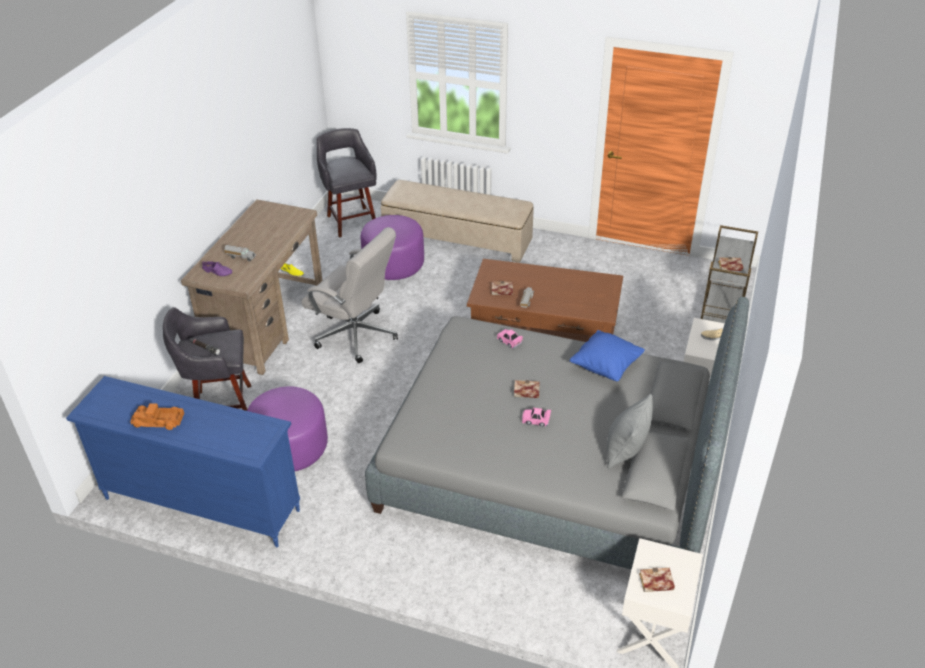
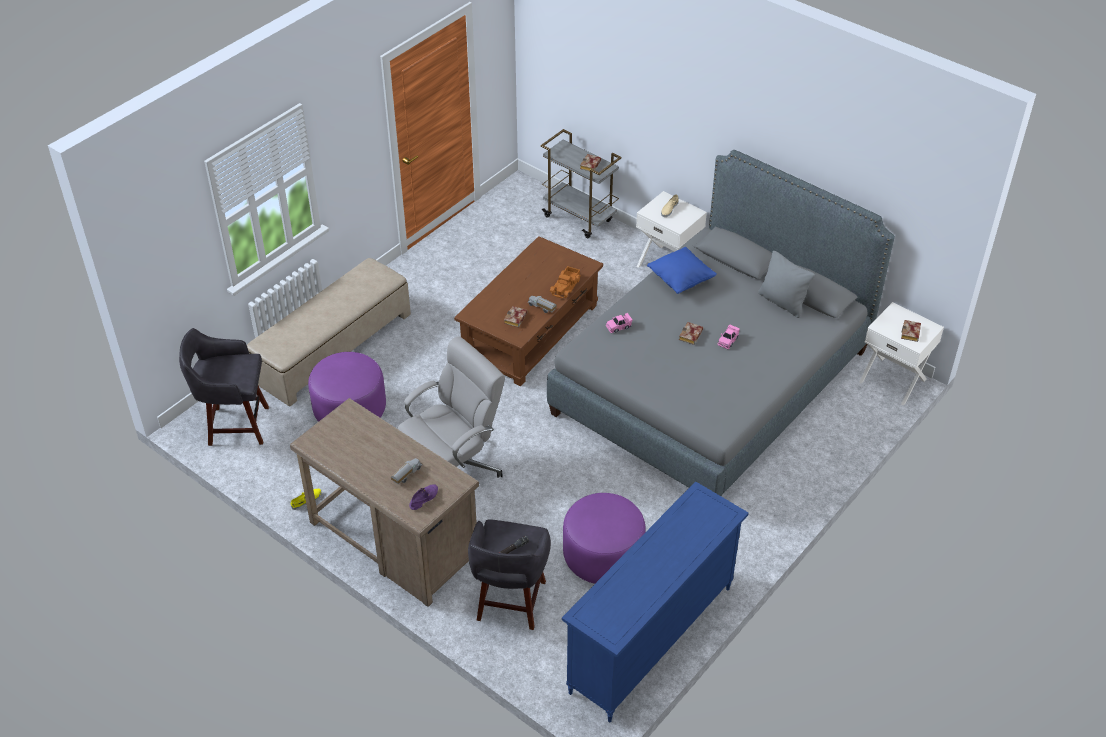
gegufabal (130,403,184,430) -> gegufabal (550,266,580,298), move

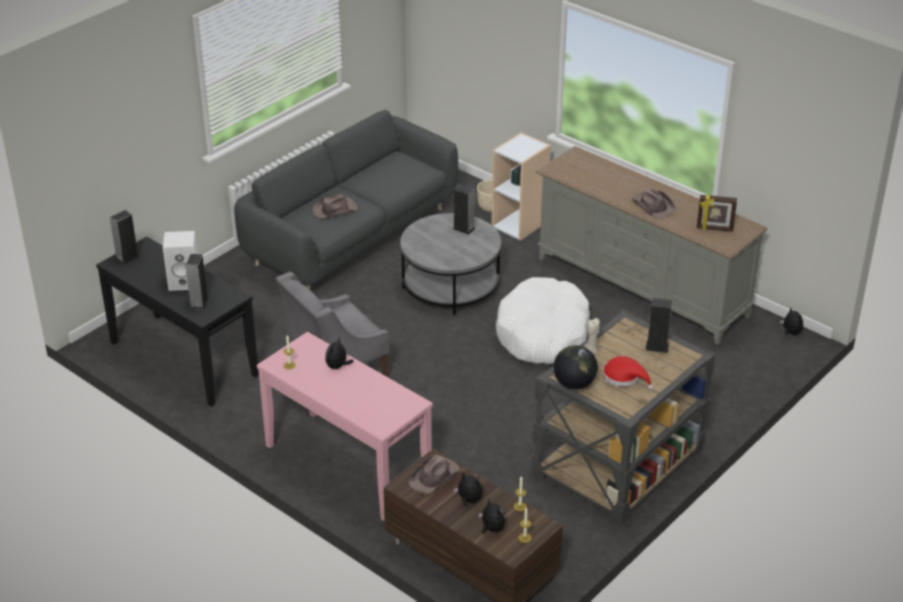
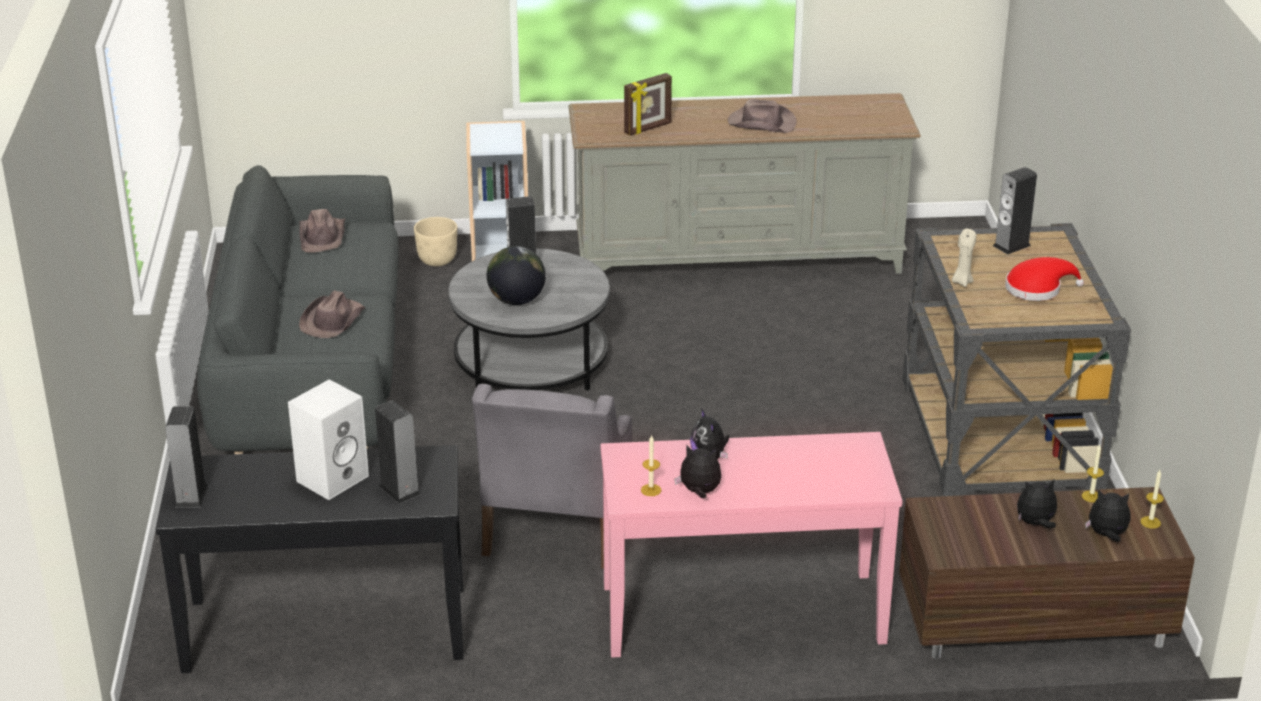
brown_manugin (408,455,461,494) -> brown_manugin (299,209,345,252), move
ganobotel (553,345,598,389) -> ganobotel (487,246,546,305), move
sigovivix (697,195,737,232) -> sigovivix (624,73,672,136), move
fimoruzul (780,308,803,335) -> fimoruzul (674,445,721,498), move
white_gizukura (496,277,590,364) -> none

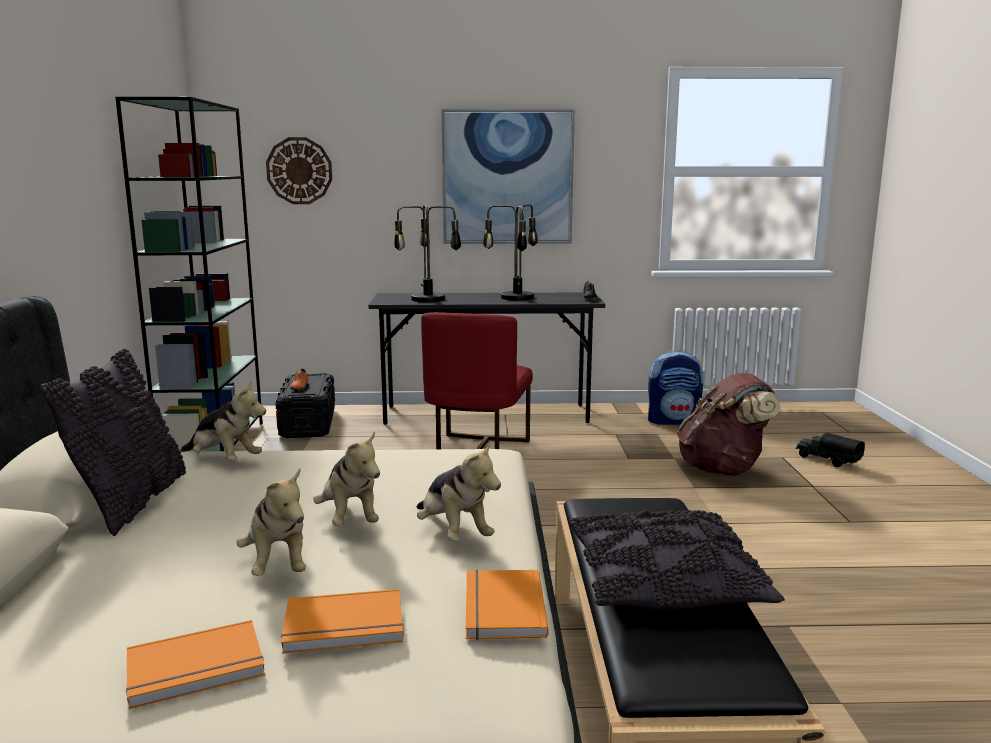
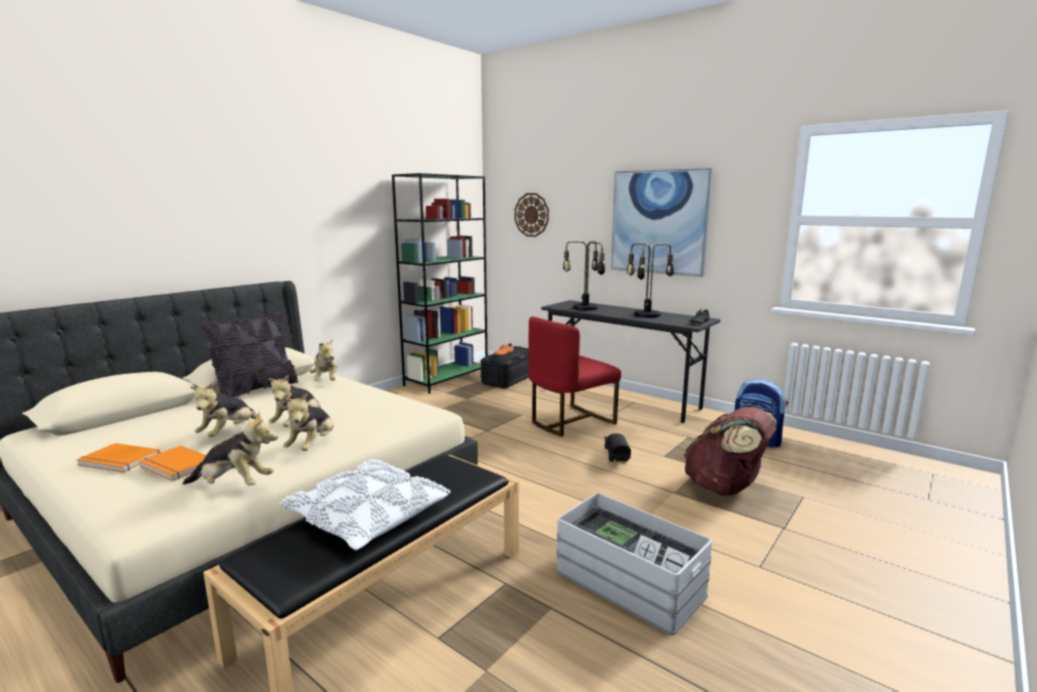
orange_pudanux (466,570,549,640) -> fimoruzul (182,412,278,486)
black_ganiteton (569,510,785,610) -> white_ganiteton (280,459,450,550)
none -> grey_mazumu (556,493,712,635)
gegufabal (796,433,865,467) -> gegufabal (605,433,631,462), move

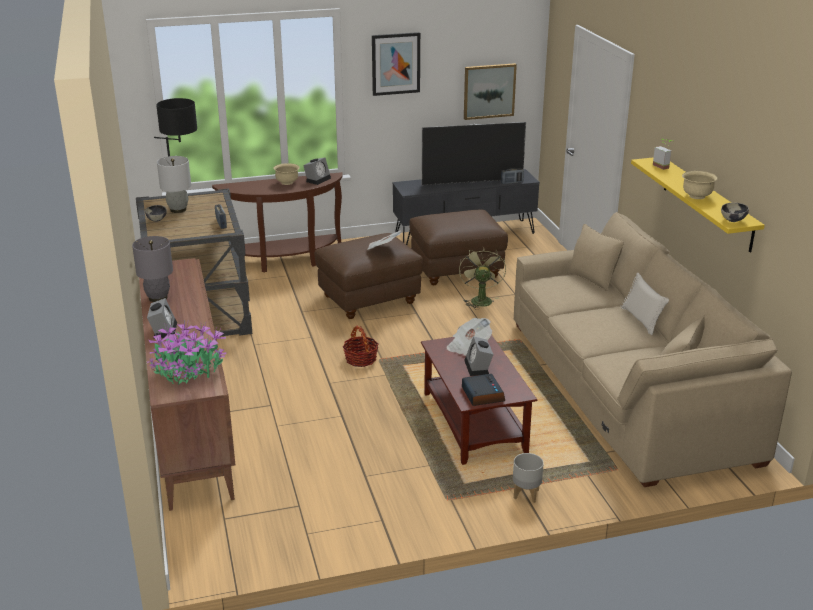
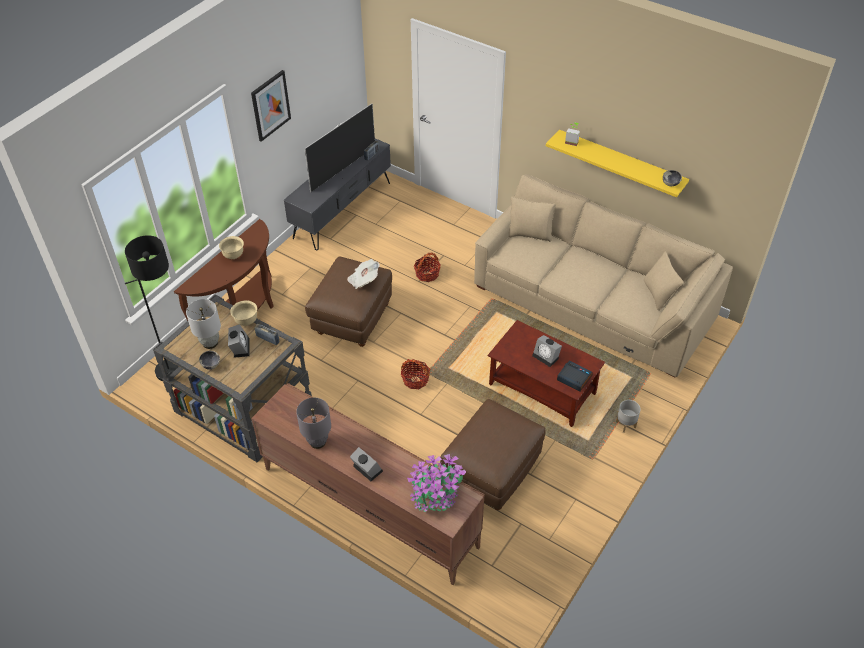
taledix (303,158,331,185) -> taledix (228,324,250,358), move
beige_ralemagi (682,171,718,199) -> beige_ralemagi (230,300,257,326), move
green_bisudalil (459,246,506,310) -> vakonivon (414,252,441,282)
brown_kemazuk (409,209,508,285) -> brown_kemazuk (440,399,546,510), move
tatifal (446,318,492,356) -> none
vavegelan (464,63,517,120) -> none
white_ganiteton (620,273,669,335) -> none

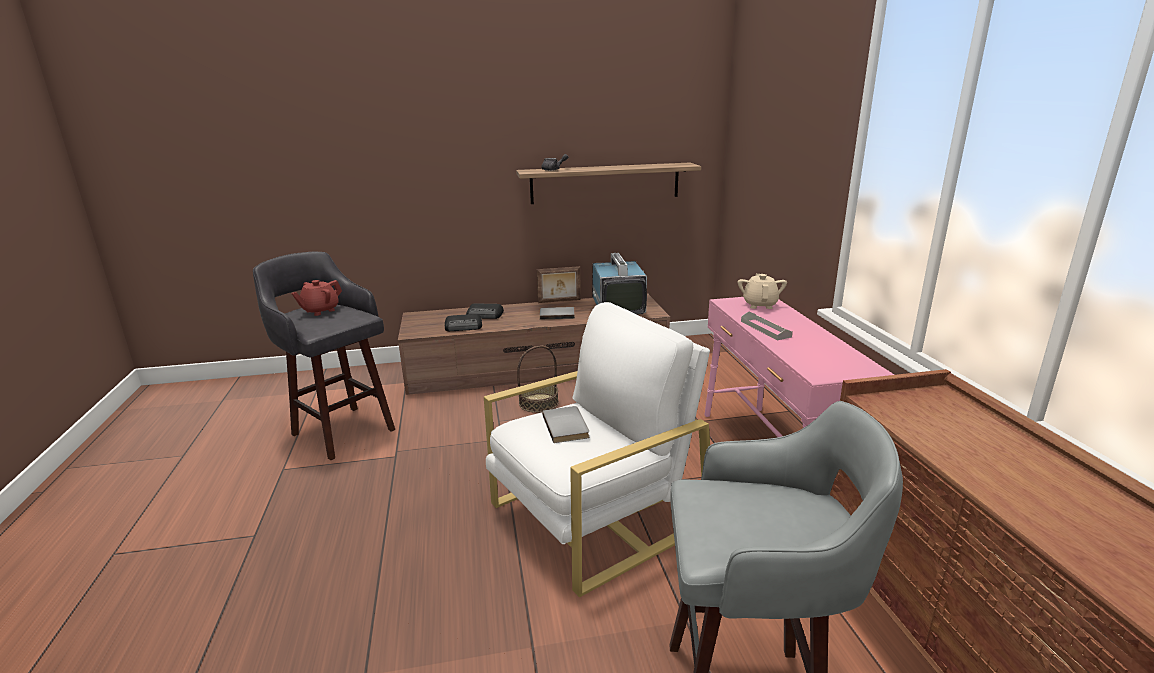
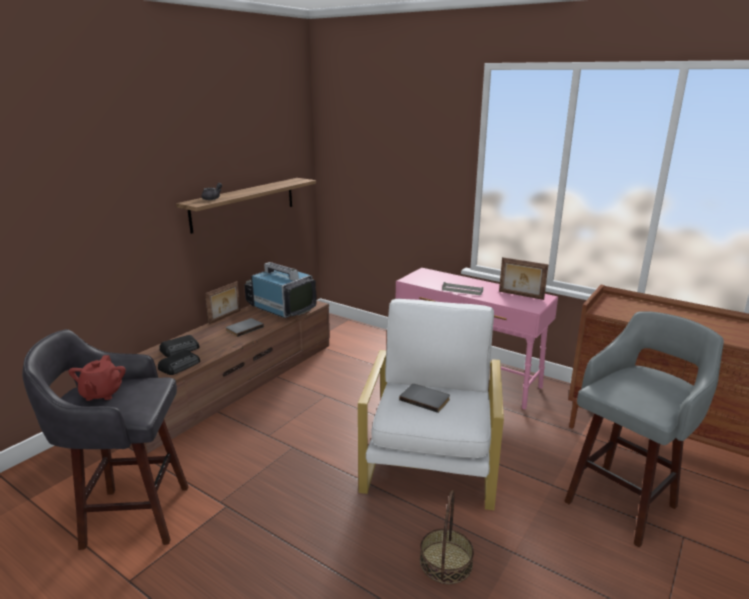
vakonivon (517,346,559,413) -> vakonivon (420,490,474,584), move
none -> sigovivix (499,257,549,300)
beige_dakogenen (738,273,787,309) -> none

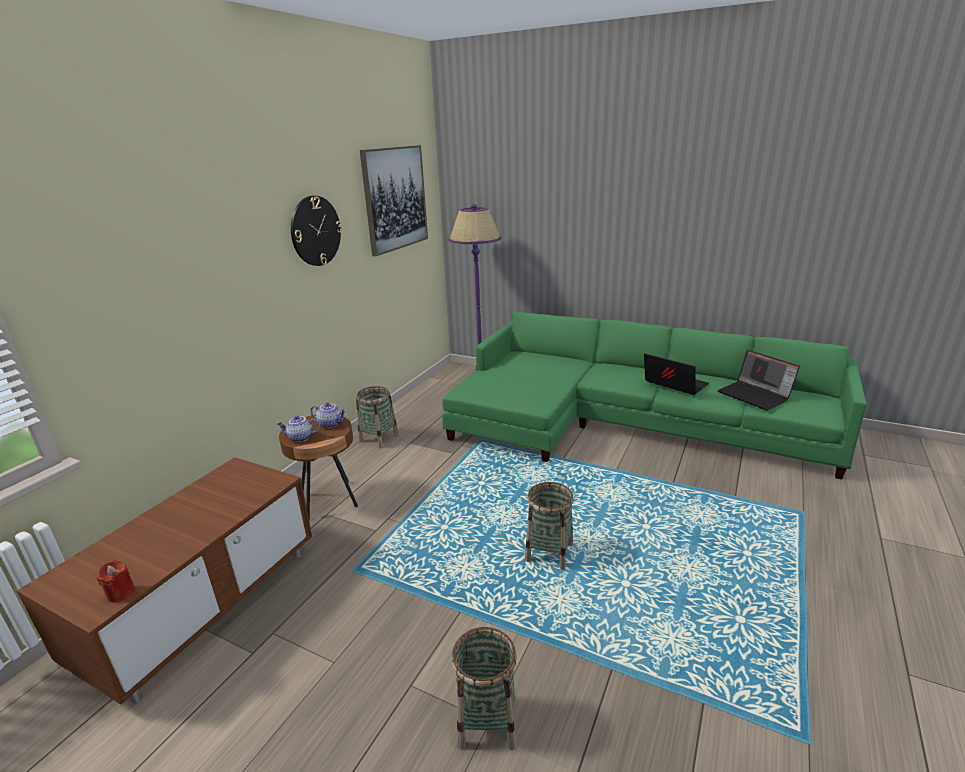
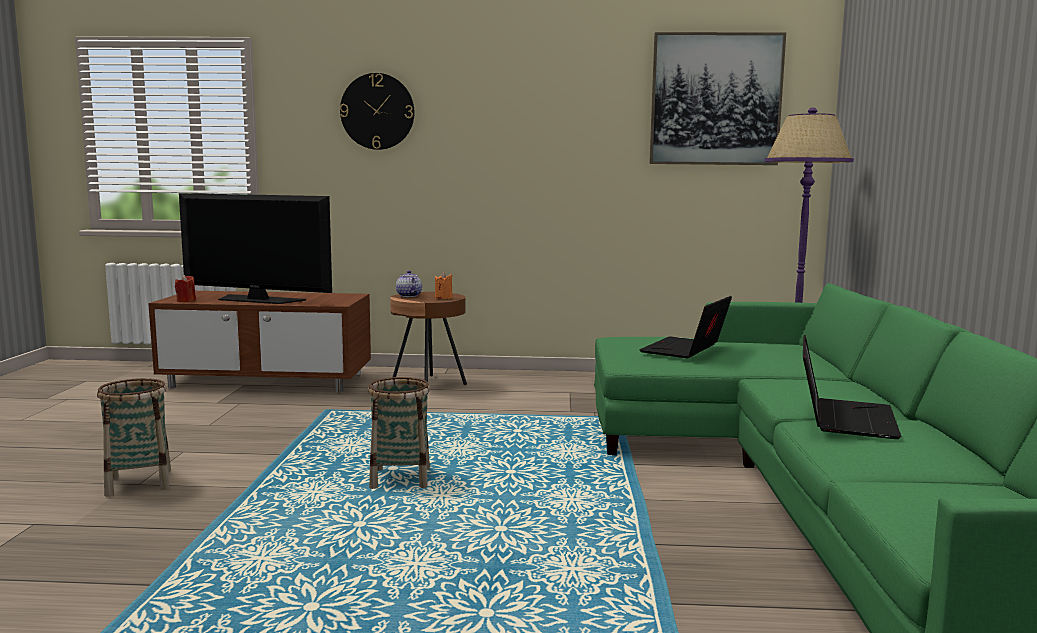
none -> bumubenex (179,193,332,304)
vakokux (291,196,342,266) -> vakokux (340,73,414,150), move
dakogenen (310,403,346,428) -> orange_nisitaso (435,272,452,299)
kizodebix (717,350,800,410) -> kizodebix (639,296,732,358), move
vakonivon (356,386,398,448) -> none

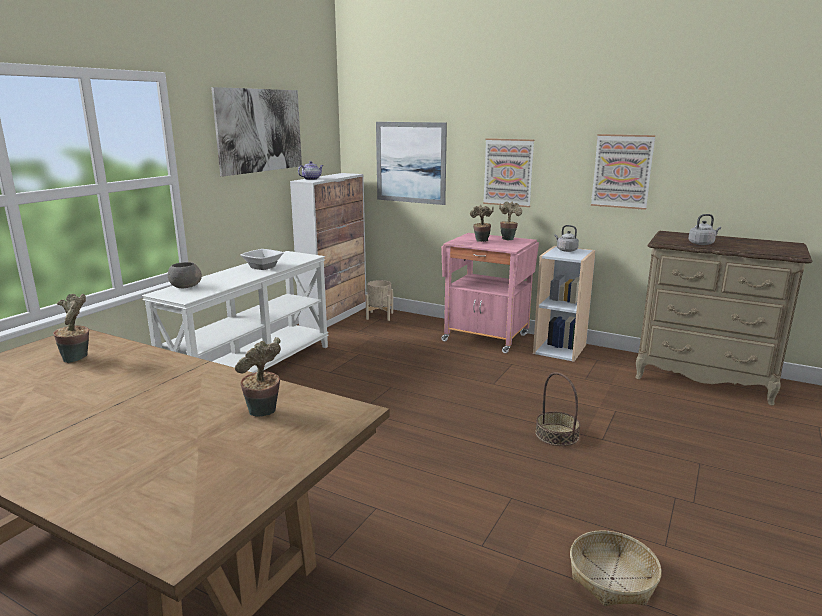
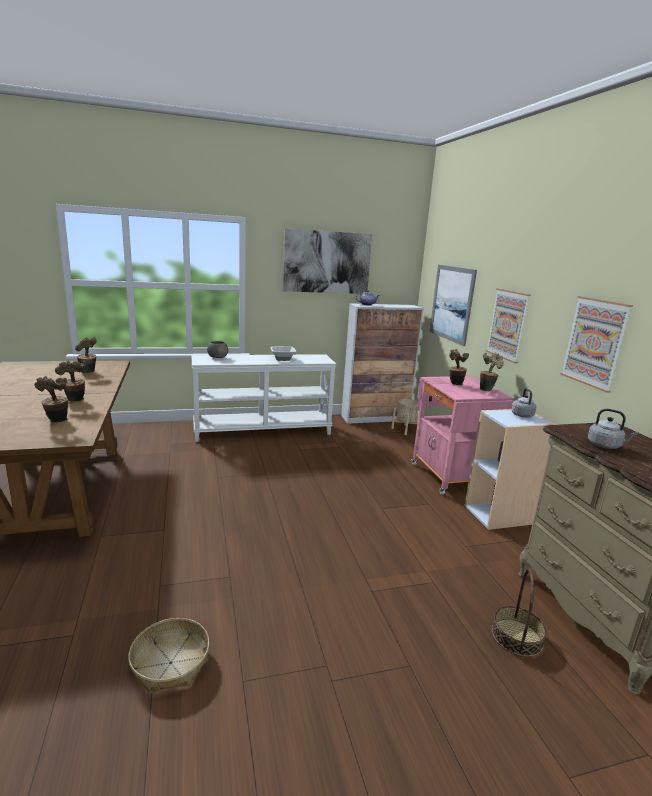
none -> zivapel (55,360,86,402)
vakonivon (535,372,581,446) -> vakonivon (492,569,547,657), move

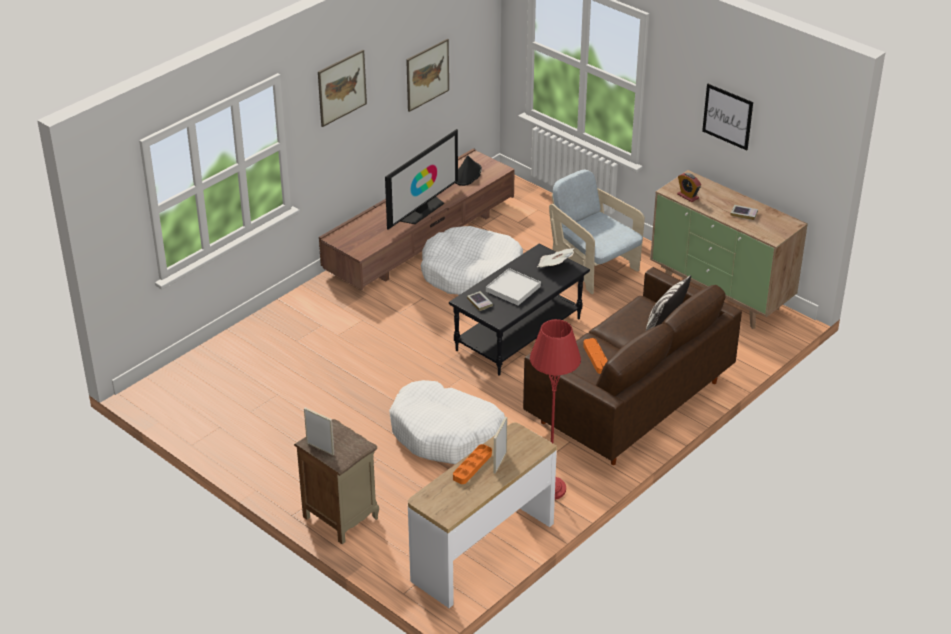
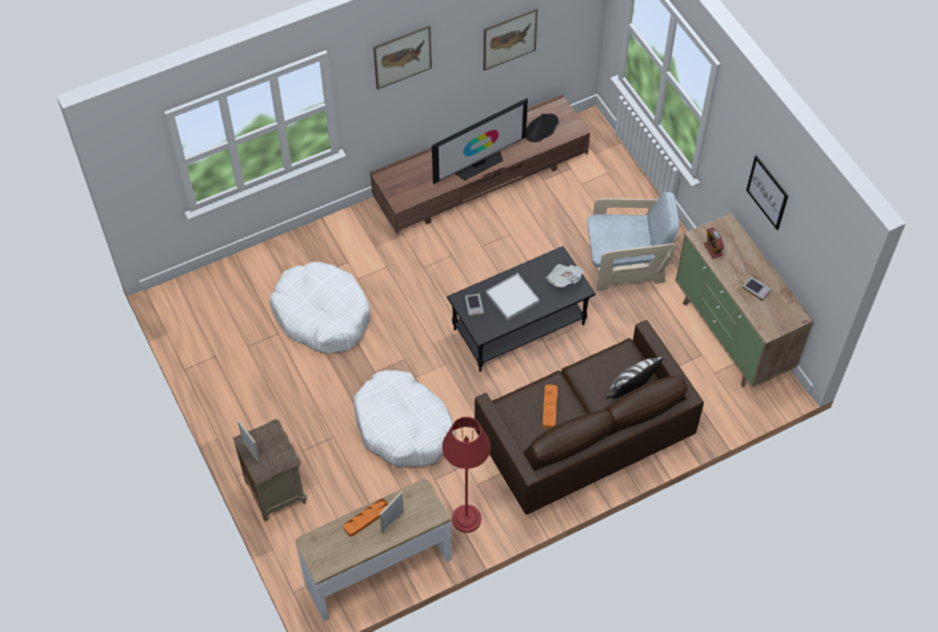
white_gizukura (421,226,523,295) -> white_gizukura (270,262,370,353), move
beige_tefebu (549,170,645,294) -> beige_tefebu (587,192,679,291), 105 degrees clockwise

